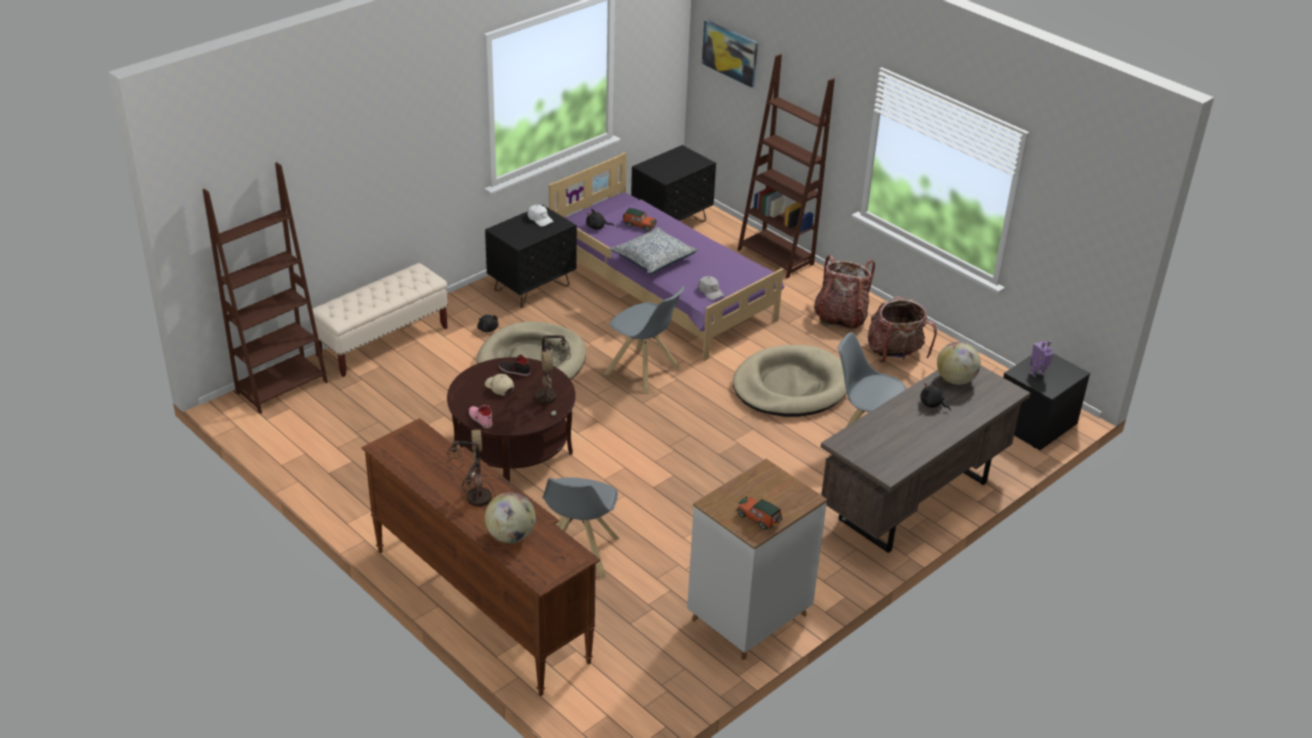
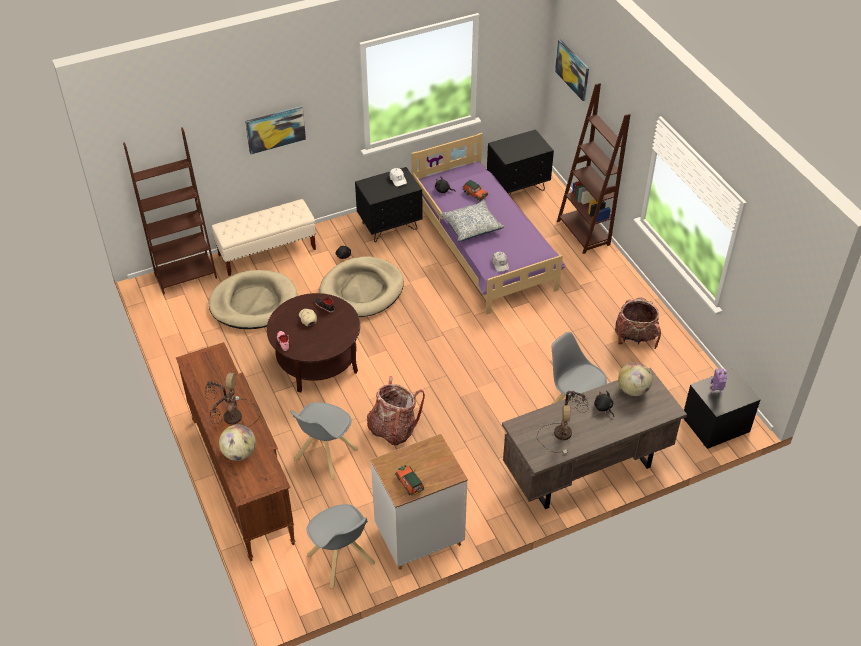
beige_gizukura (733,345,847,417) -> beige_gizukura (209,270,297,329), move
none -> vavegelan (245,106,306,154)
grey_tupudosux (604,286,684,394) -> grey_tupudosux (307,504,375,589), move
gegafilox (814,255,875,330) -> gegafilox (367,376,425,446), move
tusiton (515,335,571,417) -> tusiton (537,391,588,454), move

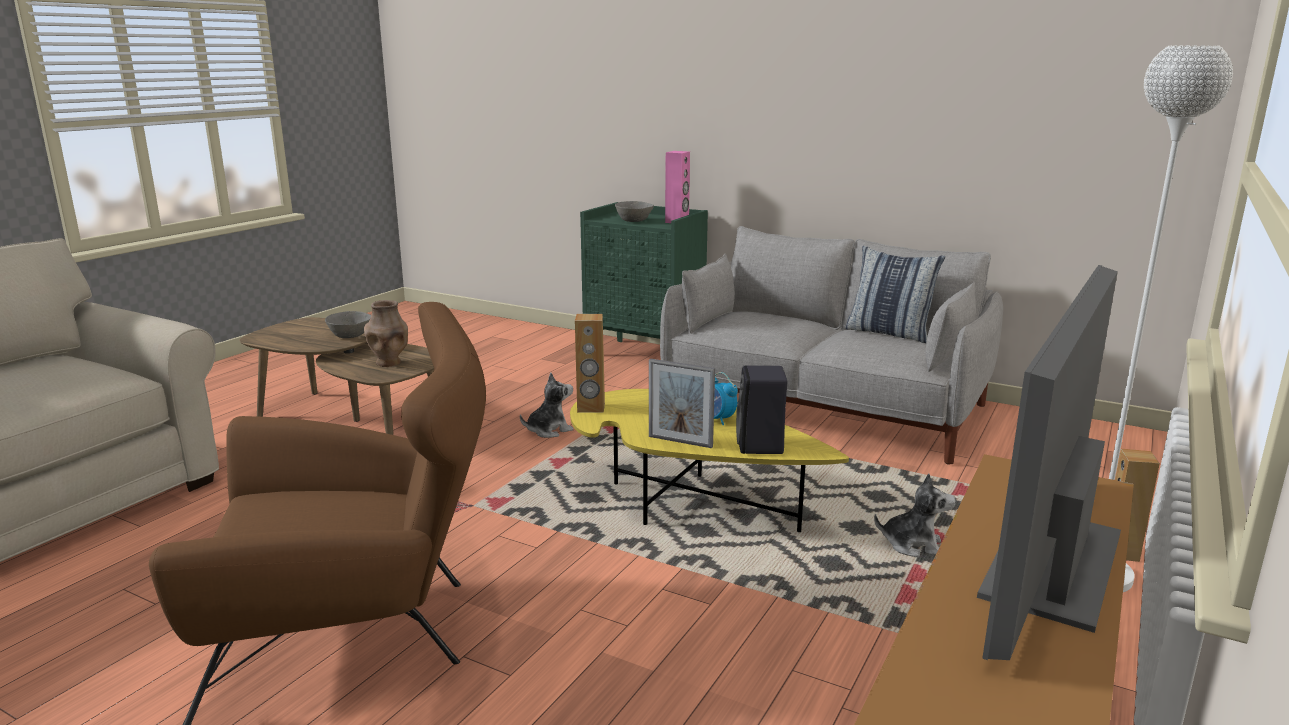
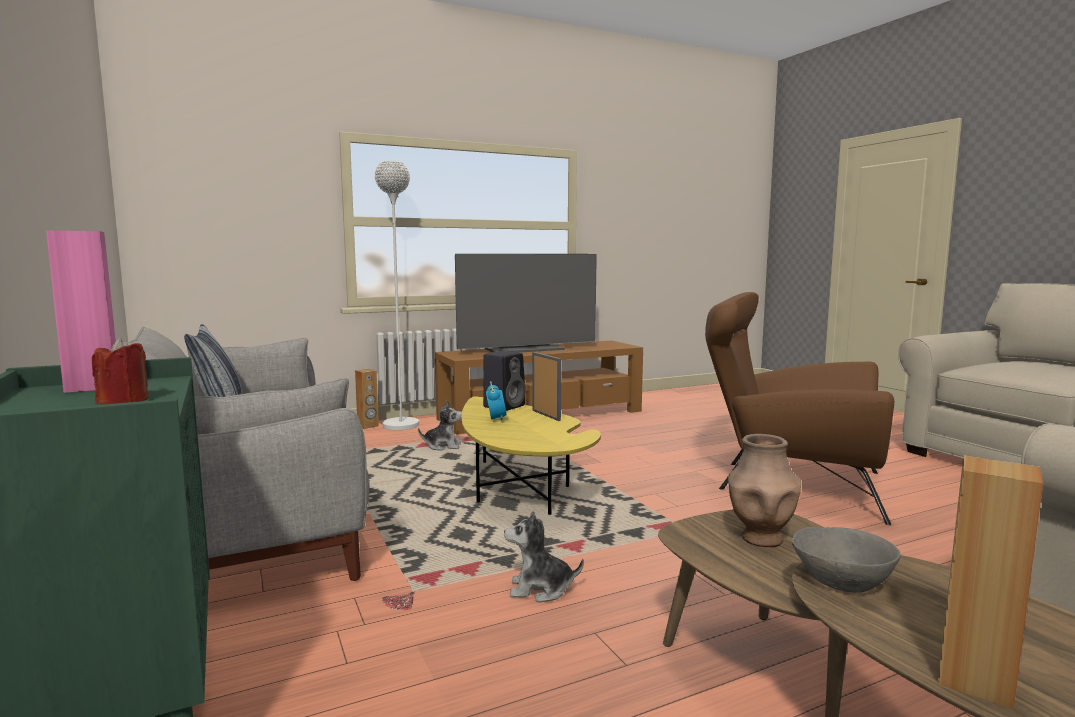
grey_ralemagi (615,201,654,222) -> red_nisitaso (92,338,149,405)
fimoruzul (874,474,956,557) -> fimoruzul (418,400,462,450), 135 degrees clockwise
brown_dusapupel (575,314,605,412) -> brown_dusapupel (938,455,1043,709), move

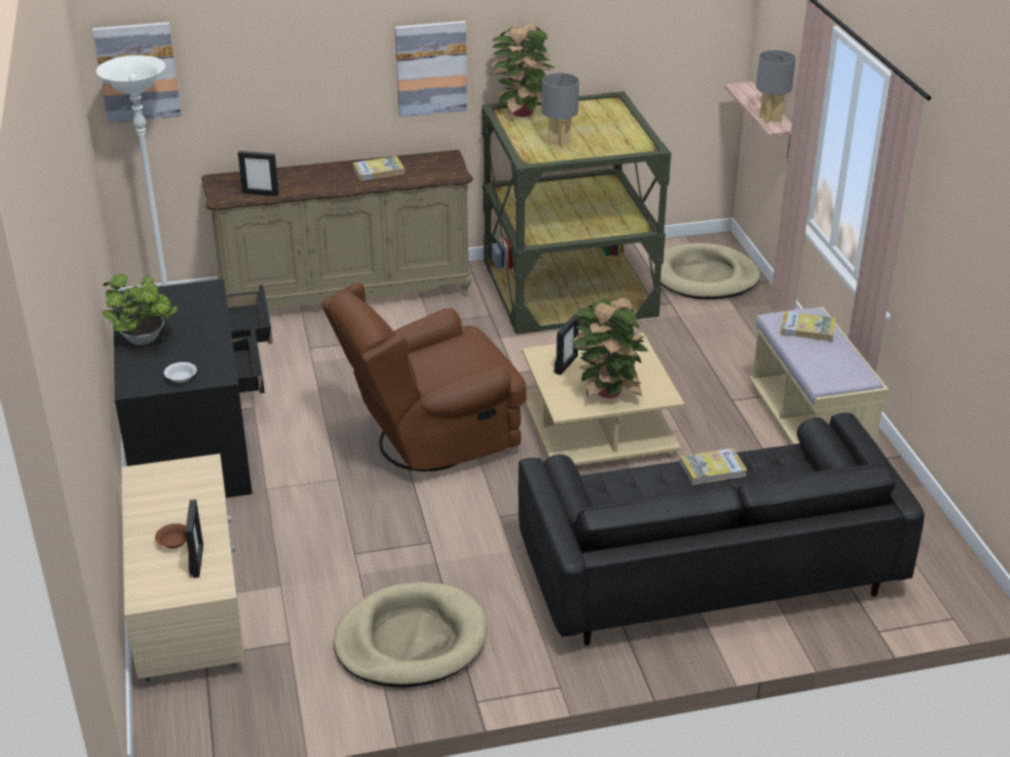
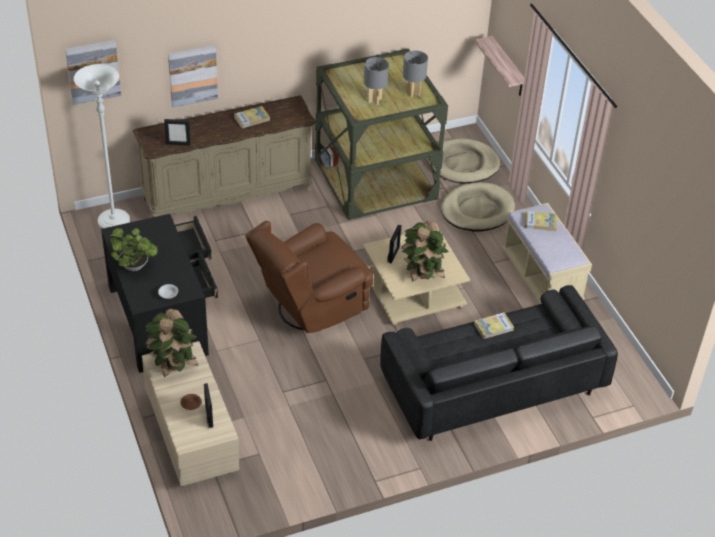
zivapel (489,22,555,117) -> zivapel (145,309,199,378), move
vavegelan (395,21,467,117) -> vavegelan (168,45,218,108), move
grey_tusiton (756,50,796,124) -> grey_tusiton (403,50,428,98), move
beige_gizukura (334,582,487,688) -> beige_gizukura (441,182,515,231), move

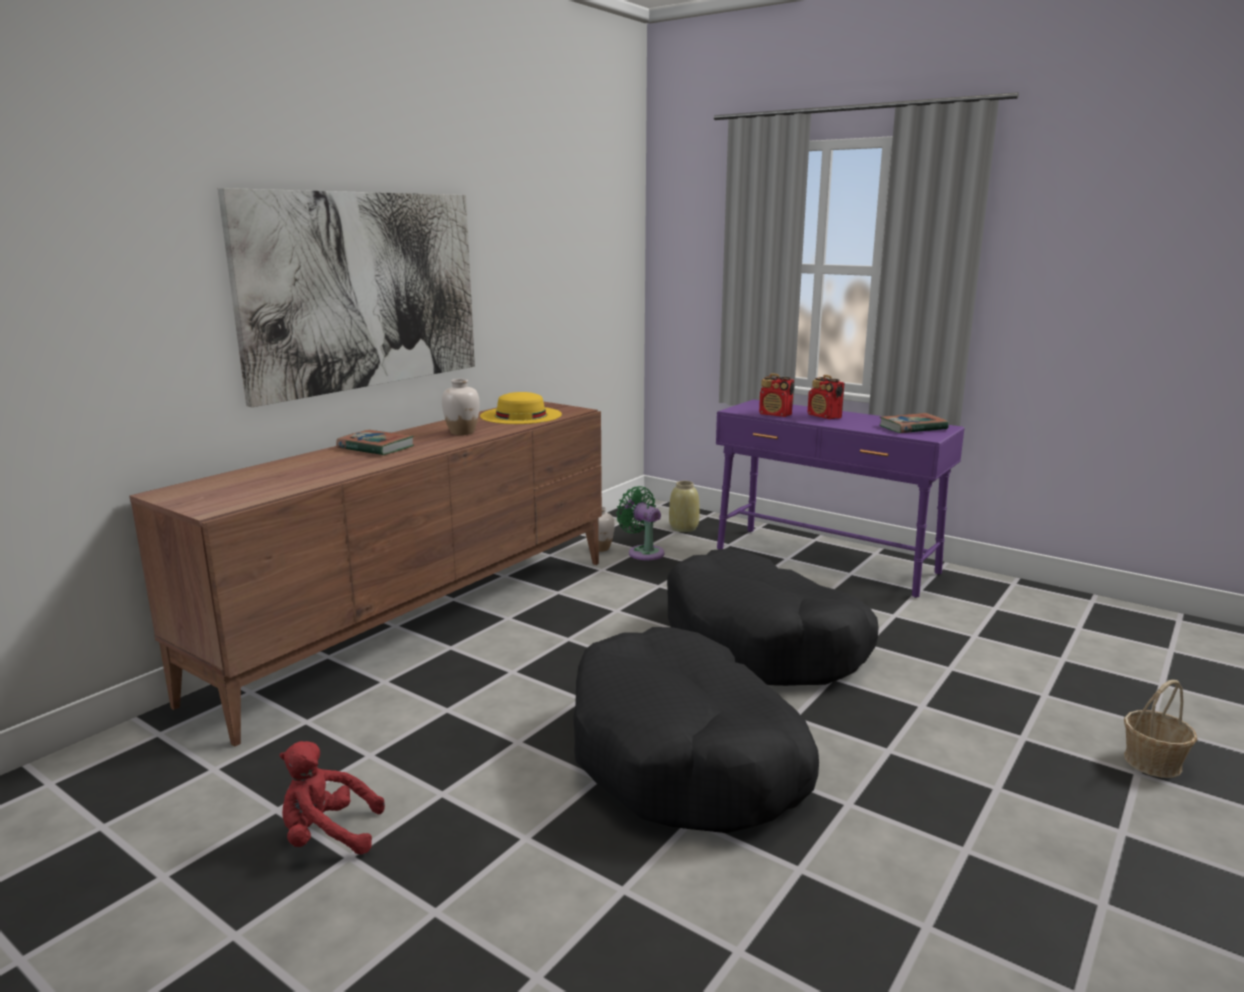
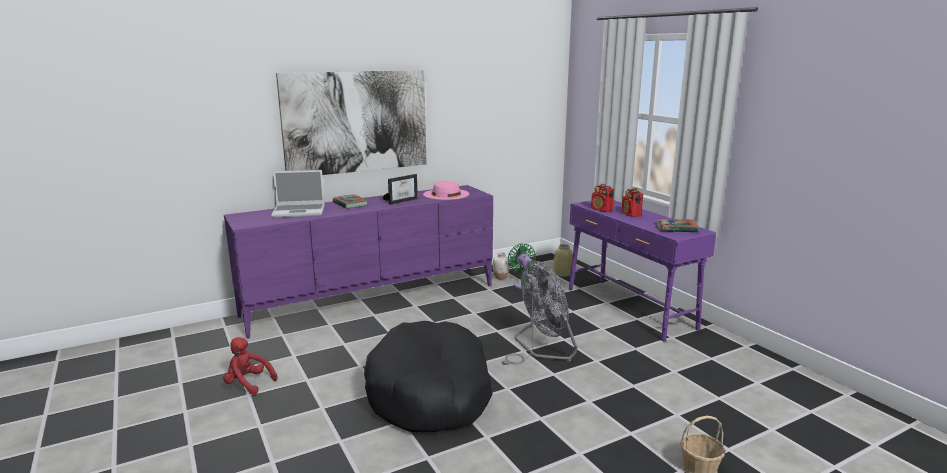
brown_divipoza (129,401,602,747) -> purple_divipoza (224,185,493,339)
none -> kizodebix (271,170,325,218)
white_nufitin (442,379,480,435) -> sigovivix (383,174,418,205)
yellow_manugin (480,392,562,424) -> pink_manugin (423,181,469,200)
black_gizukura (667,548,879,686) -> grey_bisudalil (502,261,577,365)

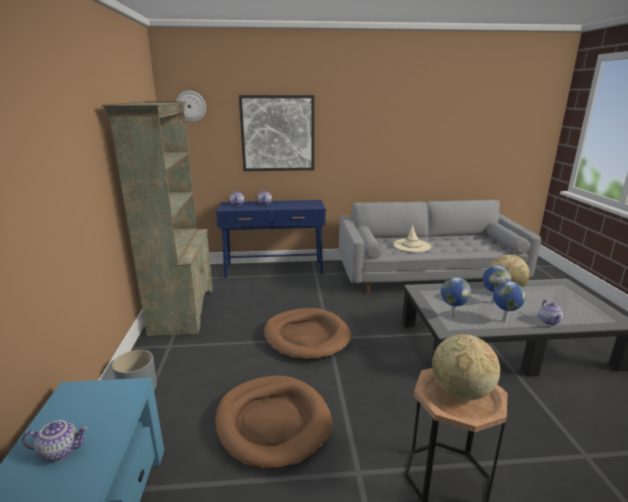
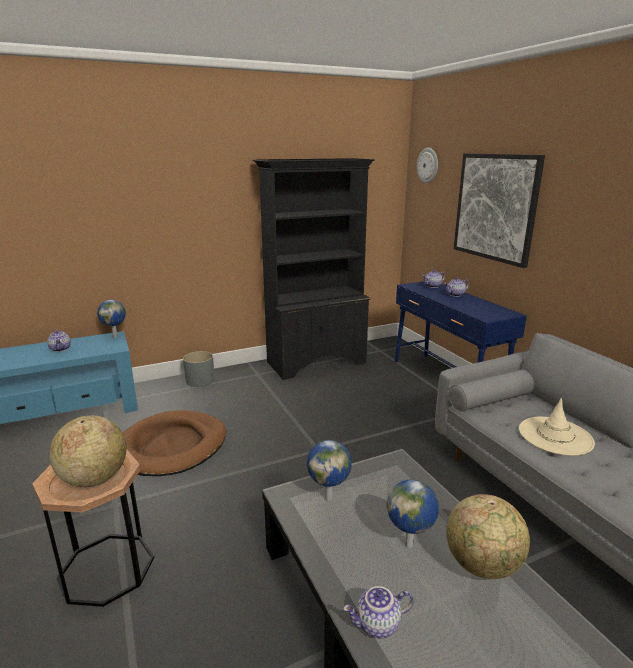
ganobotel (493,281,526,322) -> ganobotel (97,300,126,338), move
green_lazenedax (101,101,213,336) -> black_lazenedax (253,158,375,380)
brown_gizukura (264,308,351,360) -> none

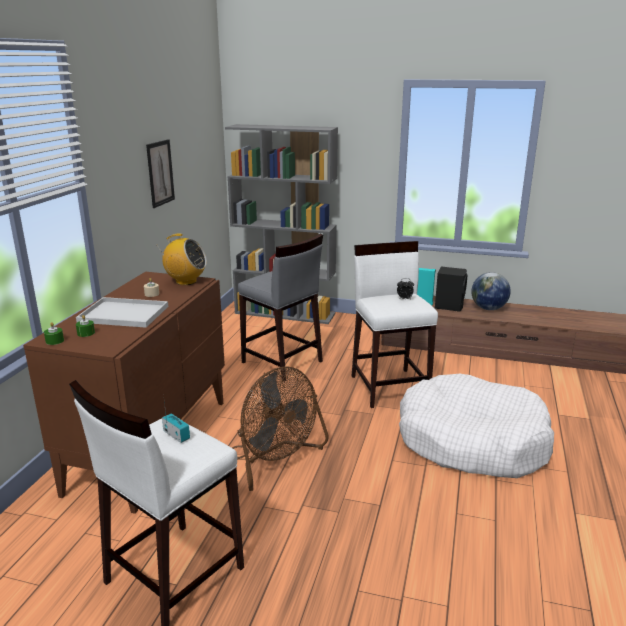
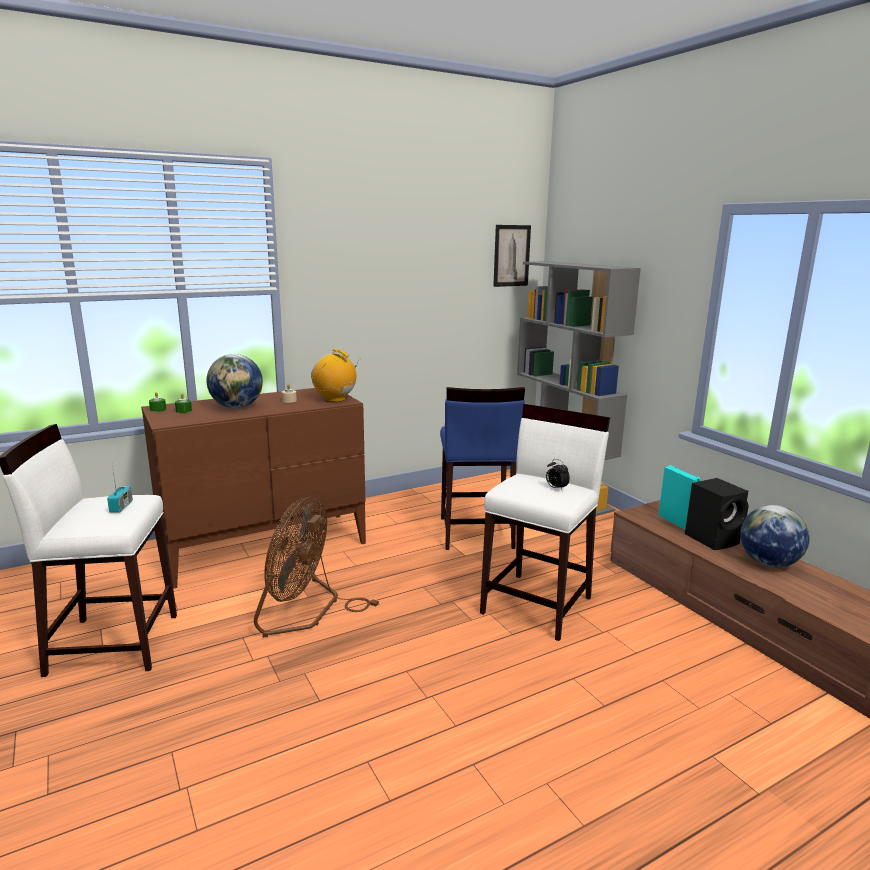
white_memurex (76,297,168,328) -> ganobotel (206,354,263,408)
brown_bisudalil (232,366,329,491) -> brown_bisudalil (254,497,380,638), 105 degrees clockwise
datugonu (158,234,207,285) -> datugonu (311,349,360,402), 150 degrees clockwise
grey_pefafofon (238,234,323,381) -> blue_pefafofon (440,387,525,550)
vavegelan (146,139,175,208) -> vavegelan (493,225,531,287), move
white_gizukura (399,374,554,478) -> none

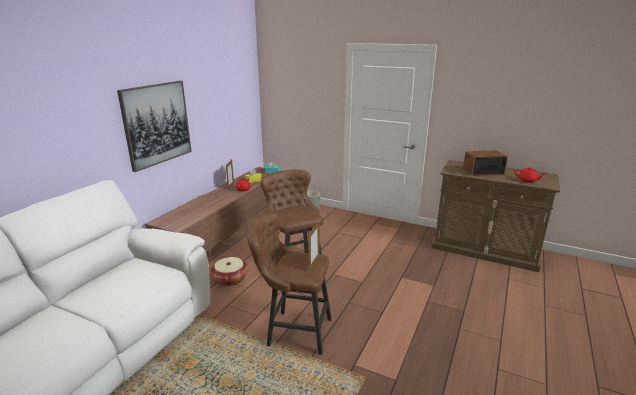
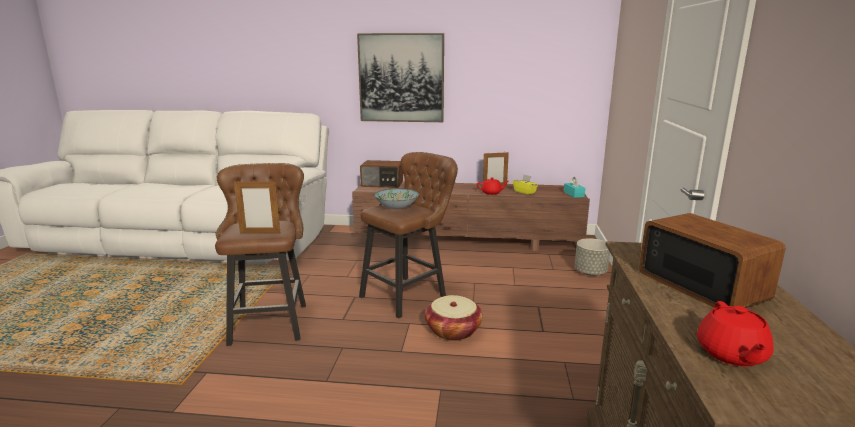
none -> datugonu (360,160,403,188)
none -> ralemagi (374,188,419,209)
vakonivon (211,257,248,286) -> vakonivon (425,295,483,341), move

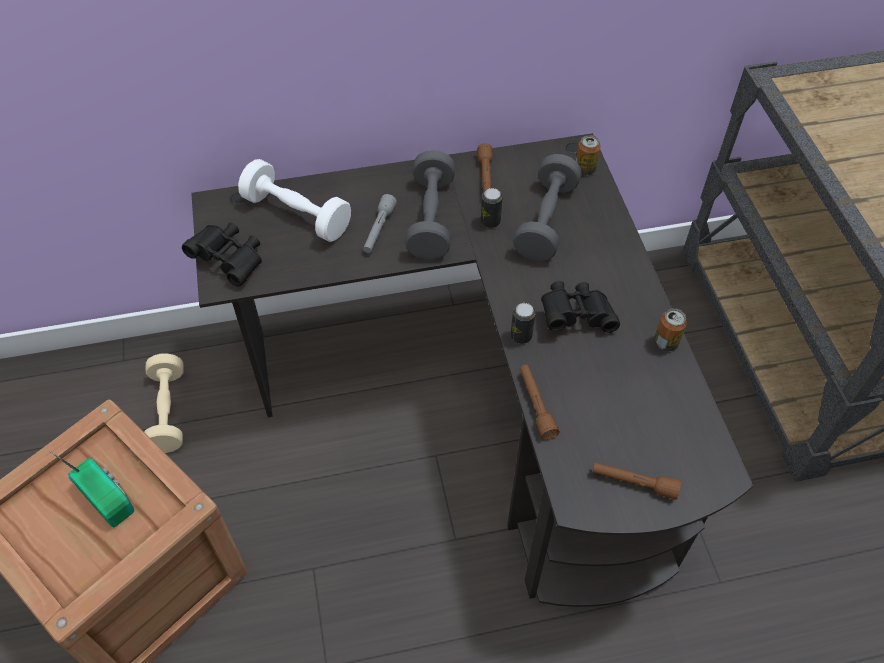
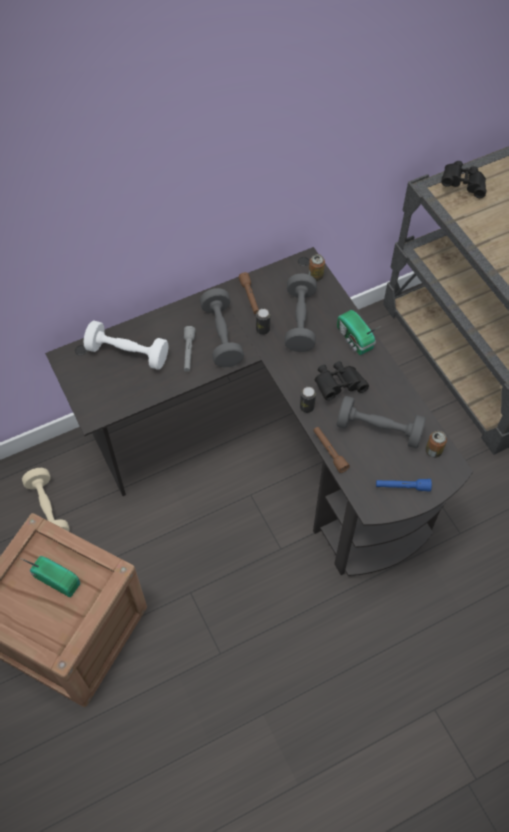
none -> datugonu (337,310,381,355)
none -> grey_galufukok (337,396,426,448)
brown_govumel (592,462,681,500) -> blue_govumel (376,479,432,492)
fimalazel (654,308,687,351) -> fimalazel (425,430,447,458), move
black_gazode (182,223,262,286) -> black_gazode (441,161,486,198), move

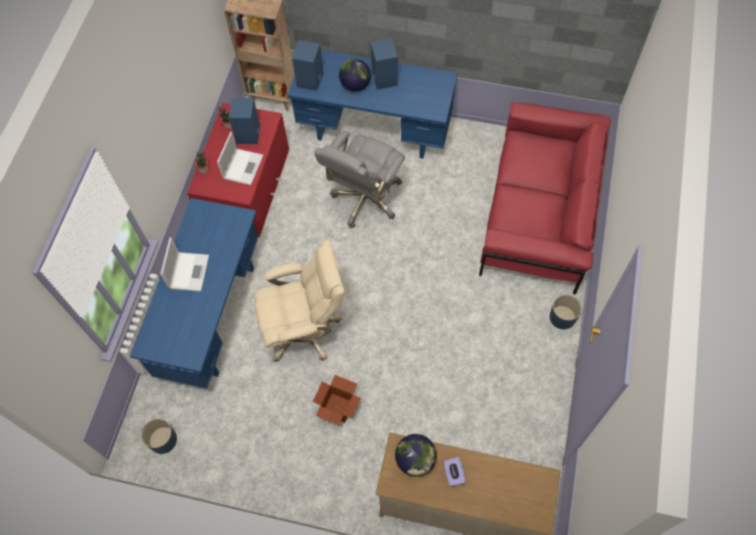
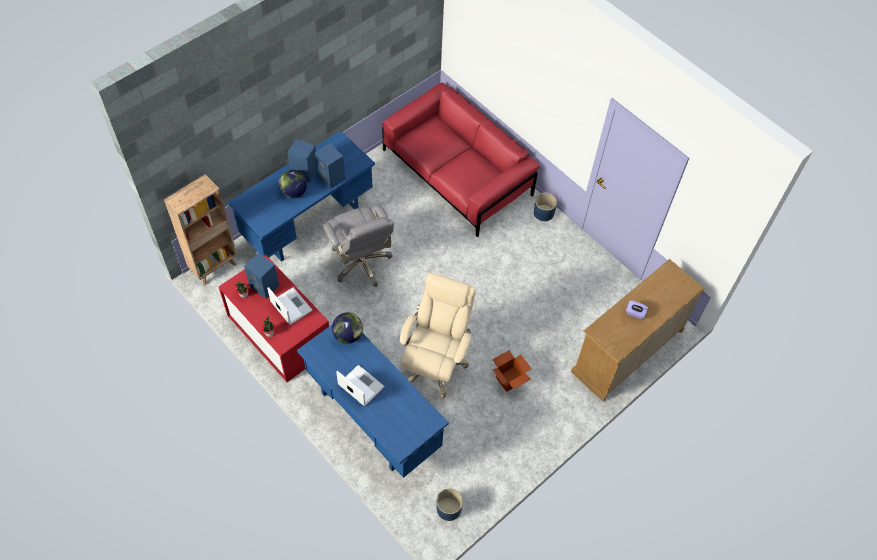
blue_dusapupel (292,40,323,91) -> blue_dusapupel (315,143,345,189), move
ganobotel (395,434,437,477) -> ganobotel (332,313,363,344), move

